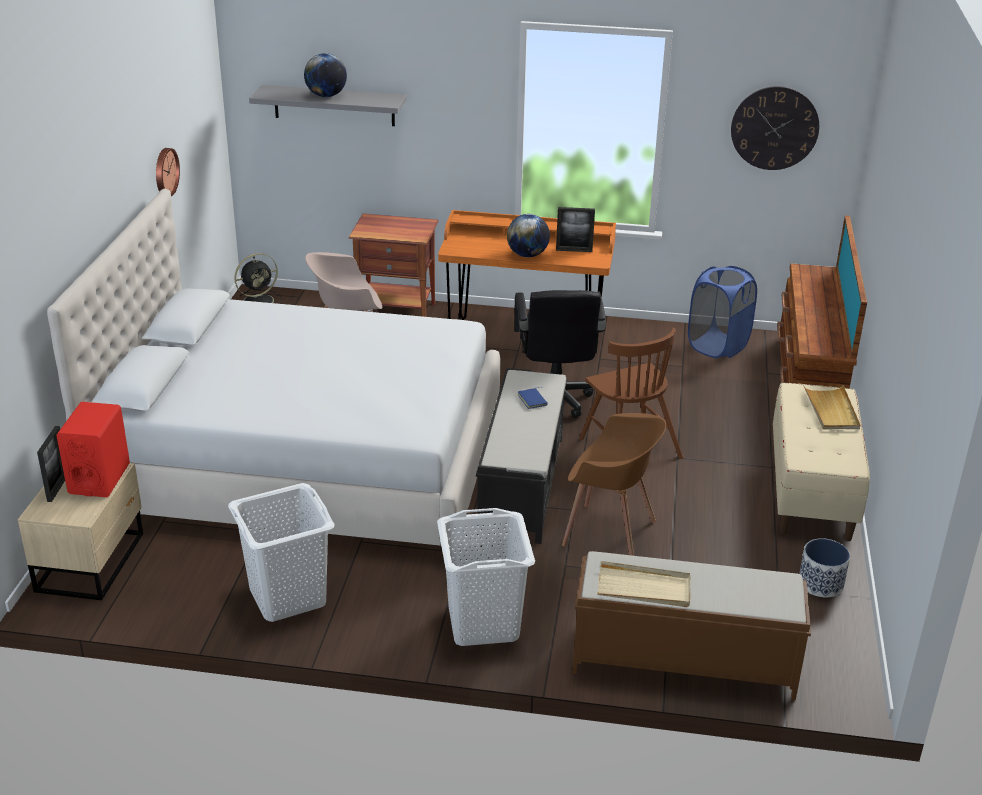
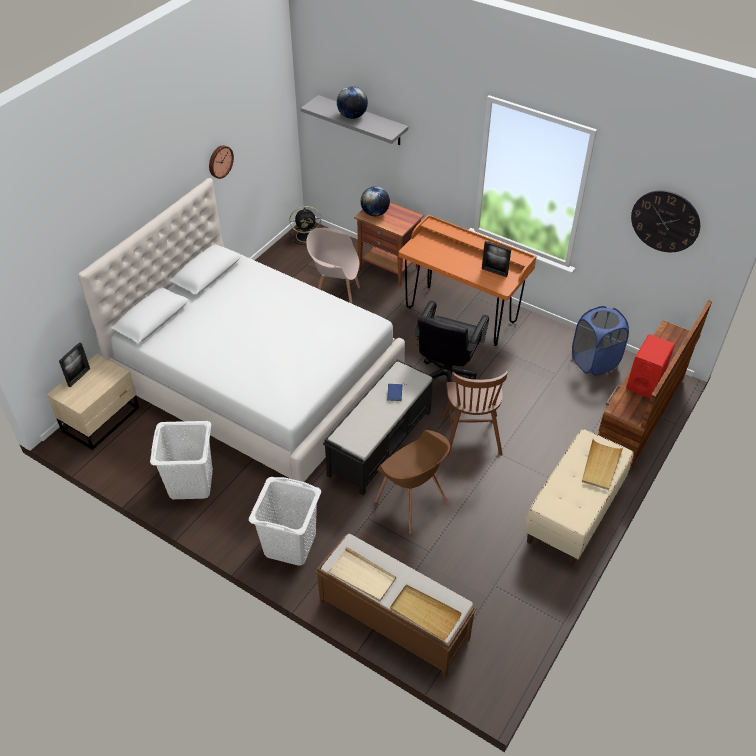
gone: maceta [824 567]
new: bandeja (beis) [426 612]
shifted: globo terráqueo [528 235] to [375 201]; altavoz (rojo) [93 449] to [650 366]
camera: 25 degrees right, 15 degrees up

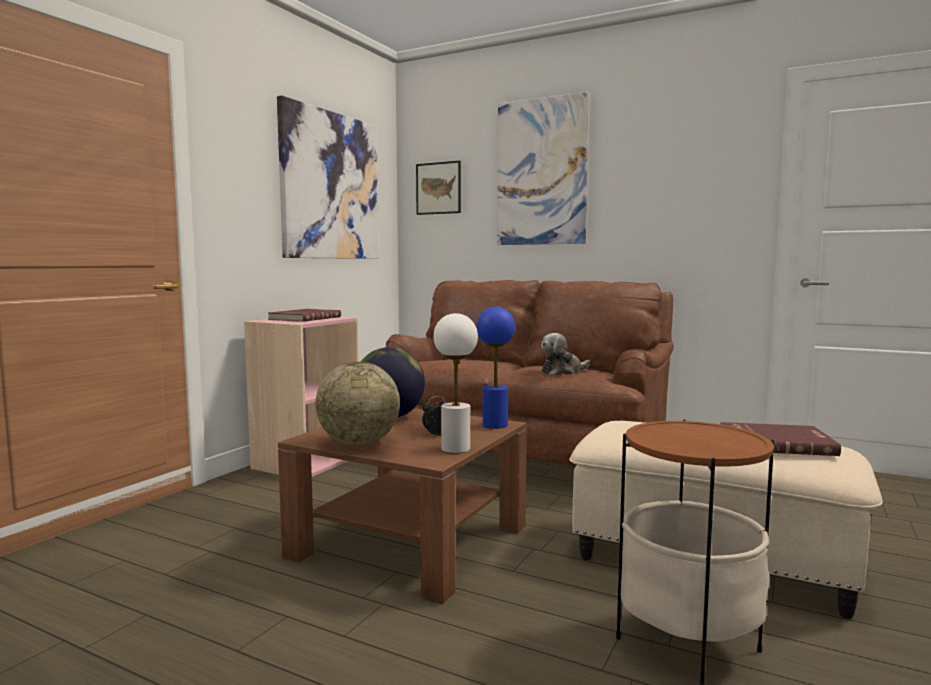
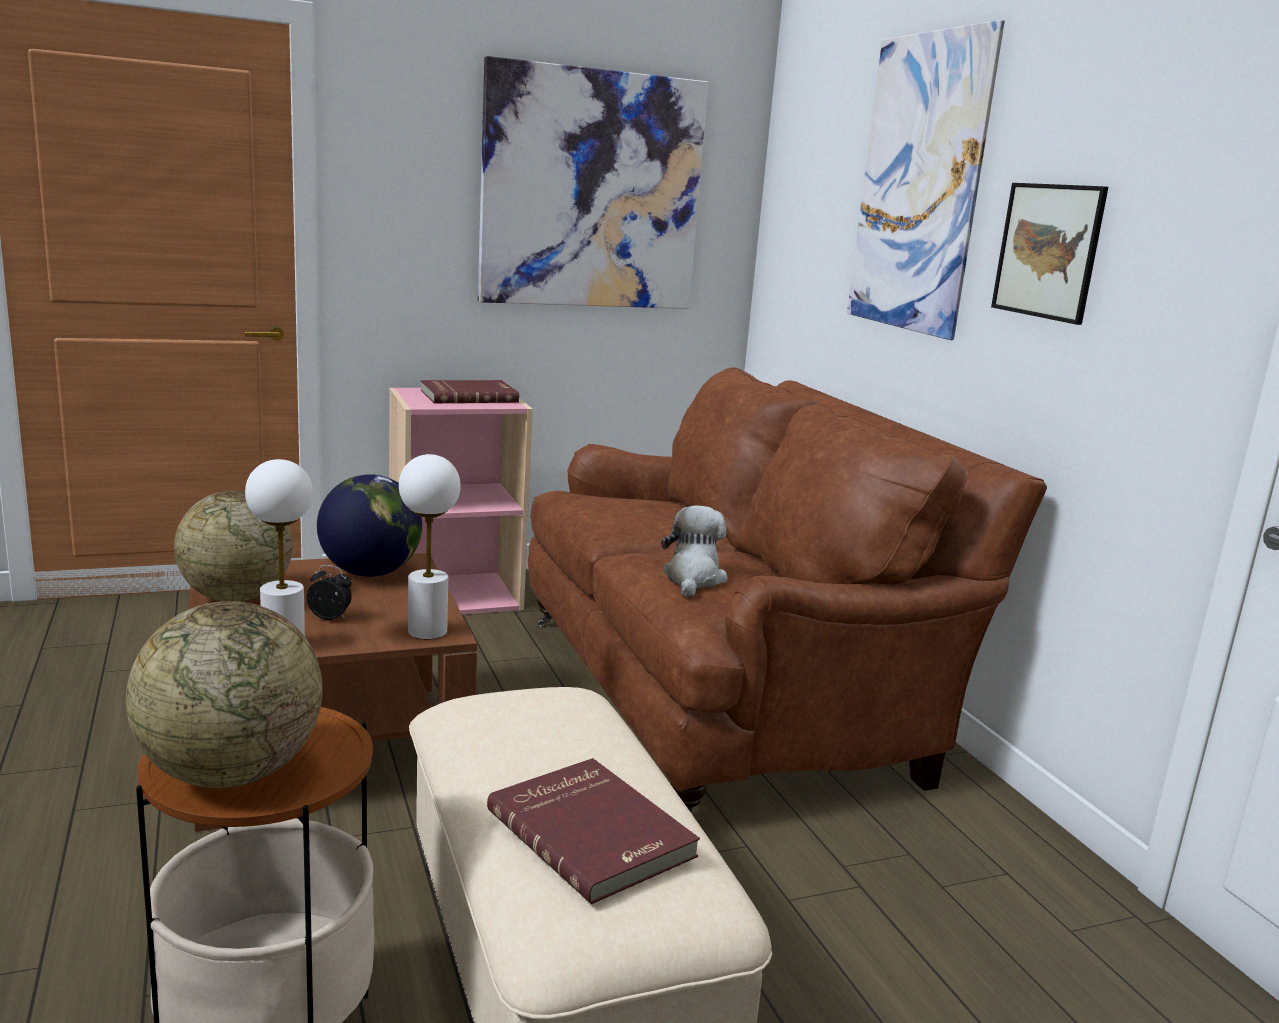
new: globo terráqueo [224 694]
shifted: cuadro [438 188] to [1049 254]
repainted: lámpara de mesa (azul) [495 368] to lámpara de mesa (blanco) [430 546]
rotated: peluche [565 354] = [694 551] 90 degrees clockwise
camera: 40 degrees right, 10 degrees up

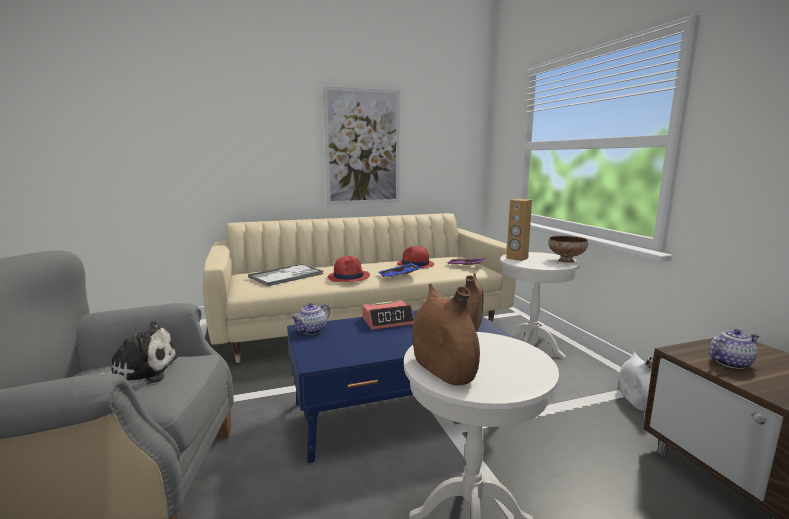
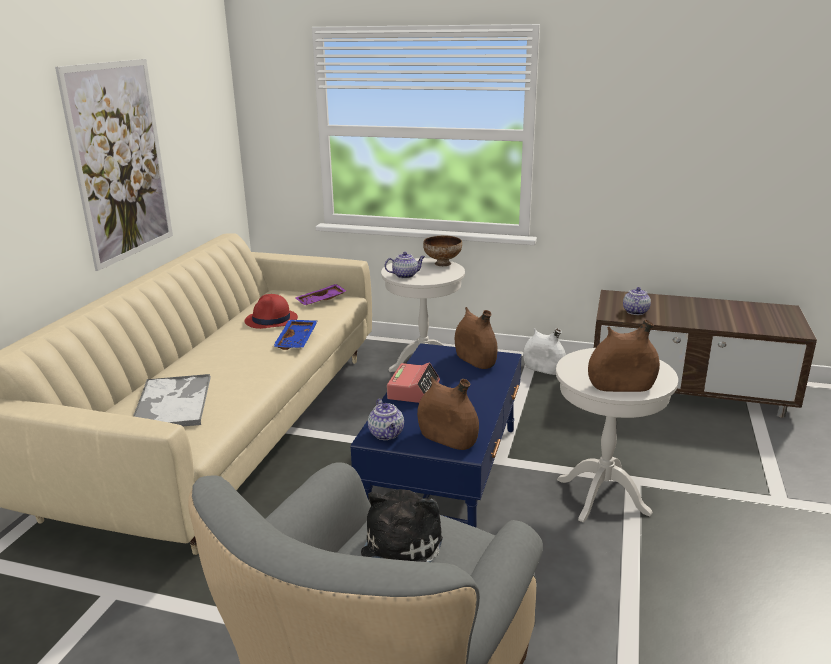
gone: sombrero (rojo) [349 269]
new: florero (marrón) [448 413]
swapped: altavoz (marrón) [519 230] to tetera [405 265]
camera: 55 degrees left, 10 degrees up

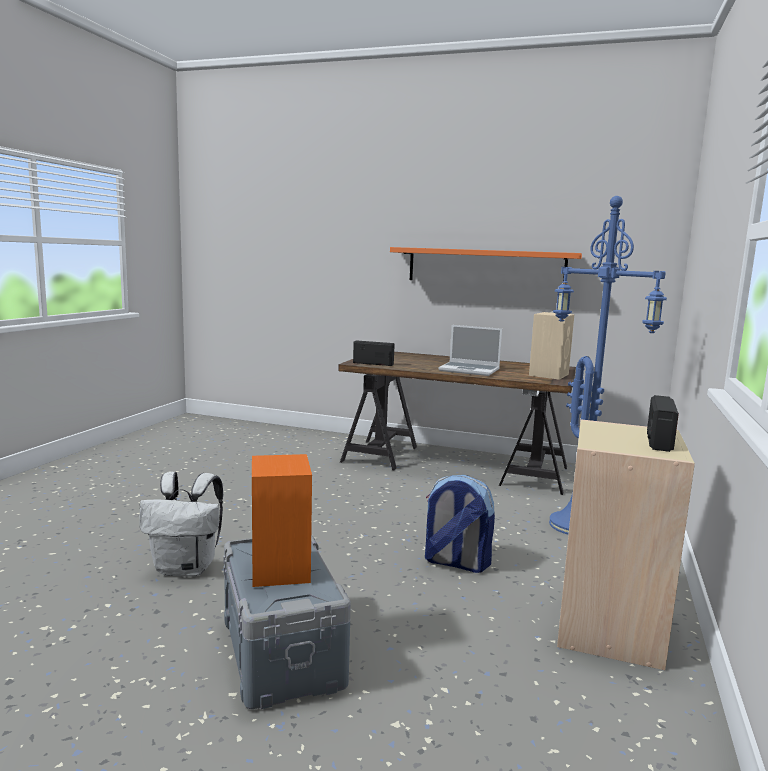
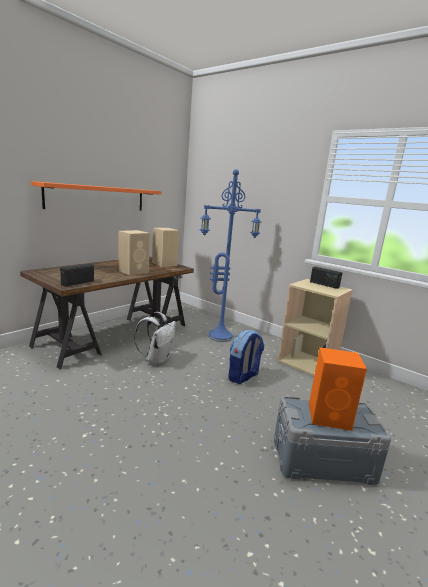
shifted: mochila (blanco) [181 524] to [155 338]
swapped: portátil [470 350] to altavoz (beis) [134 252]
camera: 70 degrees left, 5 degrees up

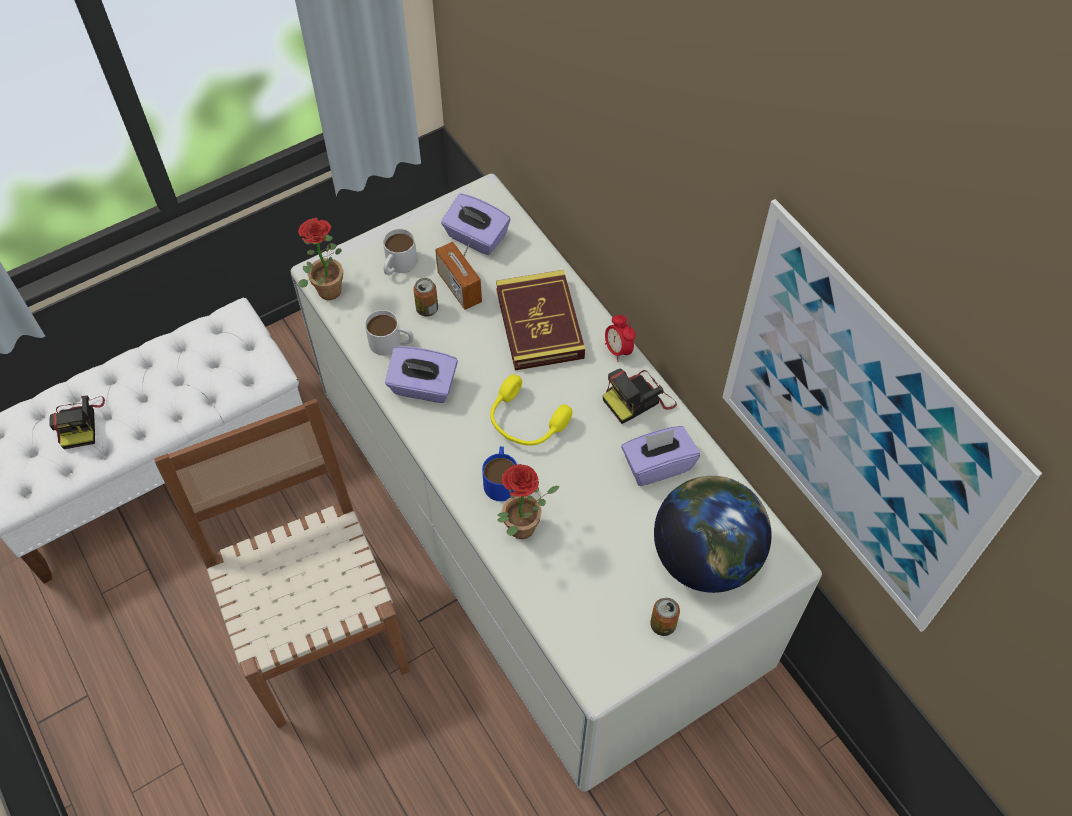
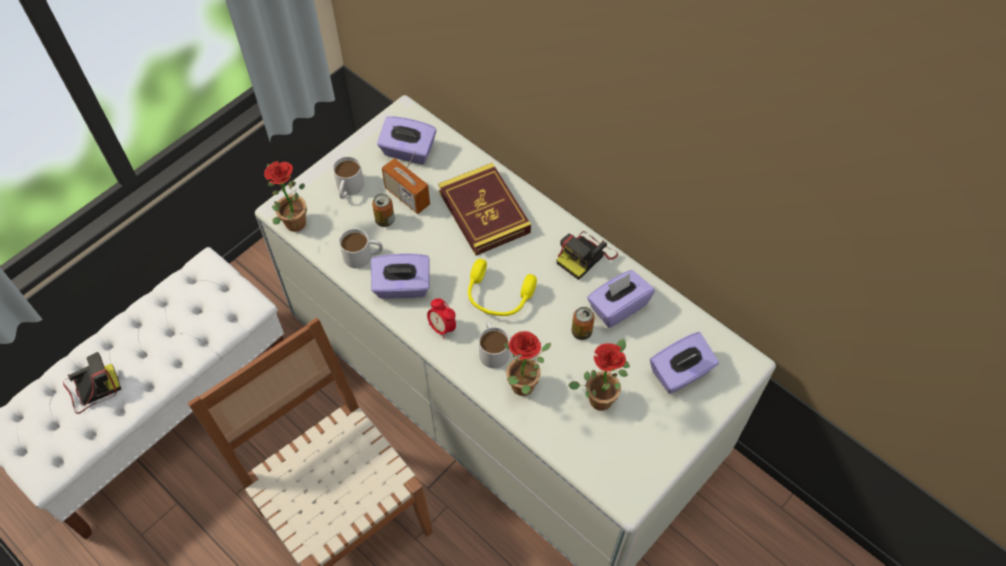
gone: cuadro [882 415]
new: planta en maceta [599 375]
shifted: despertador [620 338] to [441 318]; lata [665 617] to [583 323]
swapped: globo terráqueo [713 534] to caja de pañuelos (morado) [684 363]
repainted: taza grande (azul) [499 473] to taza grande (blanco) [494 344]
rotated: cámara [77 422] = [92 383] 90 degrees counterclockwise
camera: 15 degrees left, 0 degrees up

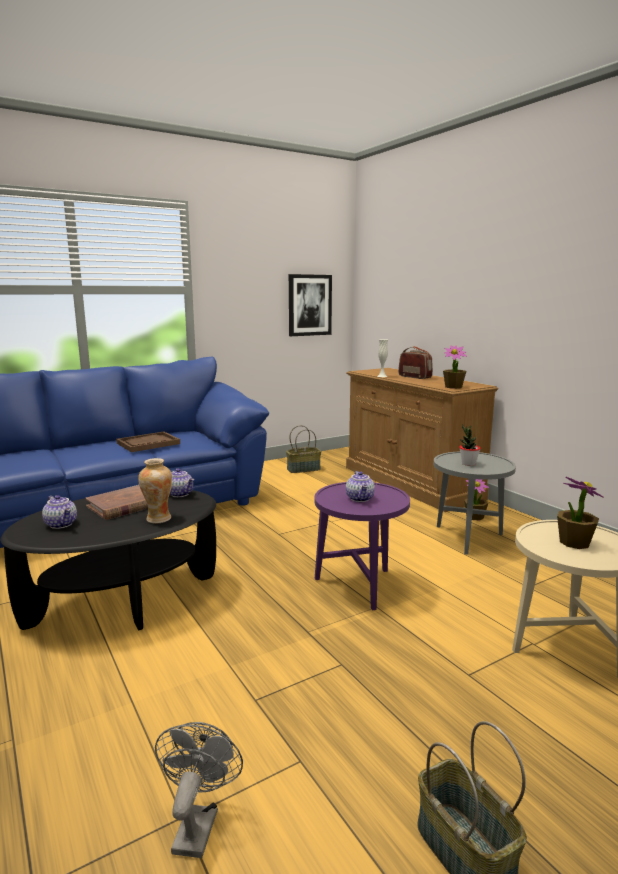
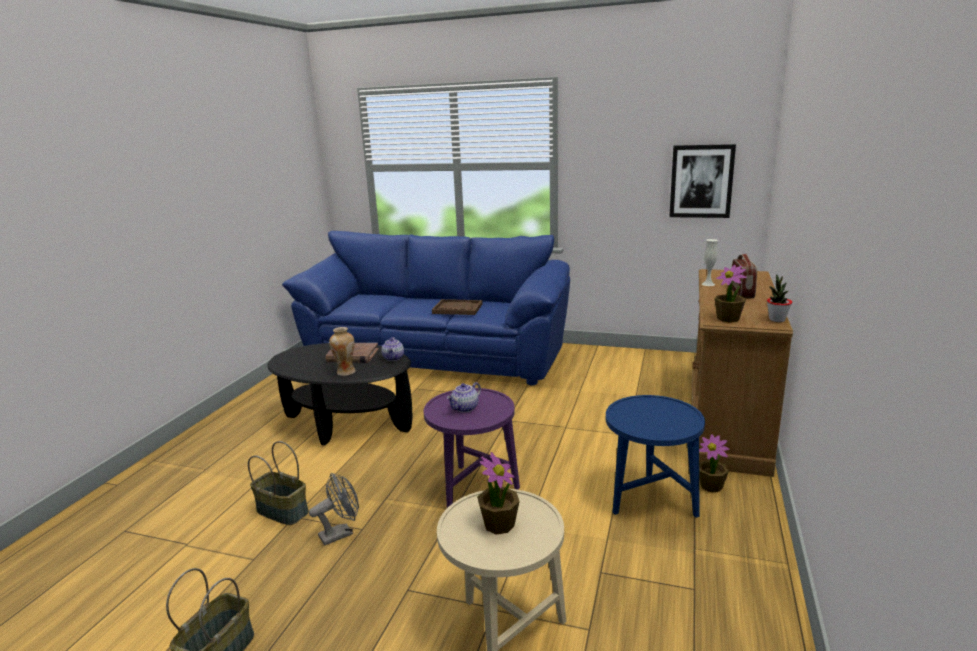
gone: tetera [59 512]
shifted: cesta [303 449] to [278 483]; planta en maceta [470 445] to [779 298]; ventilador (gris) [199 790] to [334 509]
repainted: mesa auxiliar (gris) [475 503] to mesa auxiliar (azul) [655 456]
camera: 50 degrees right, 5 degrees up

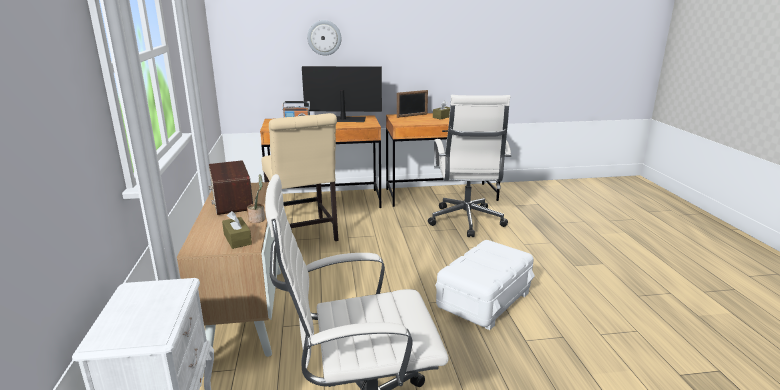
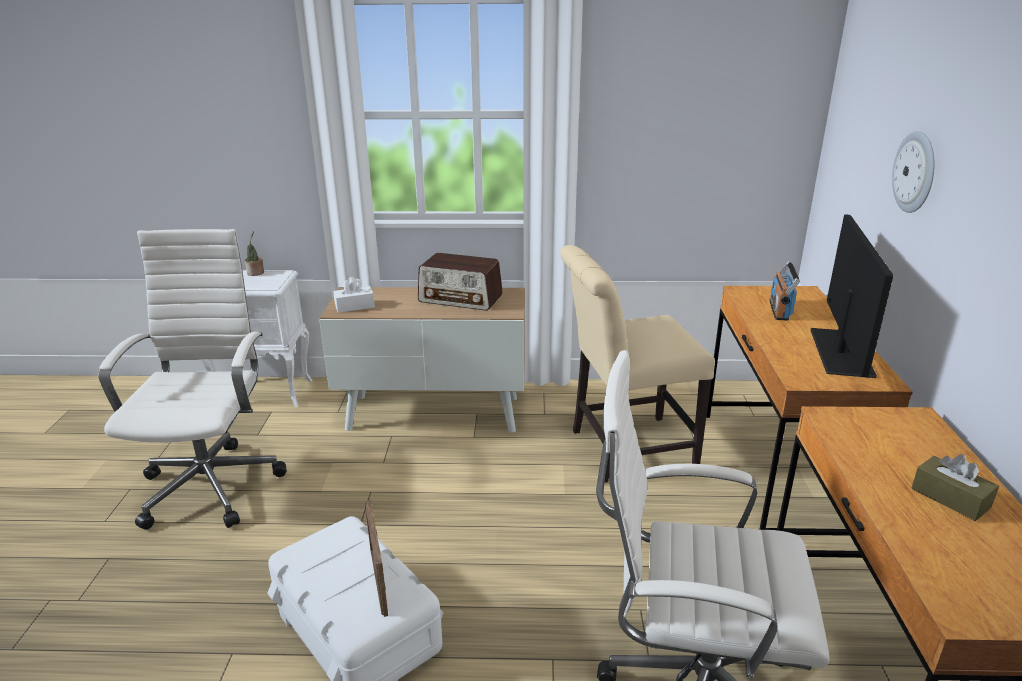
shifted: portarretratos [412 104] to [376 558]; planta en maceta [256 198] to [254 253]
repainted: caja de pañuelos (marrón) [237 230] to caja de pañuelos (blanco) [354 295]
rotated: radio [231 187] = [460 282] 150 degrees counterclockwise
camera: 100 degrees right, 5 degrees up

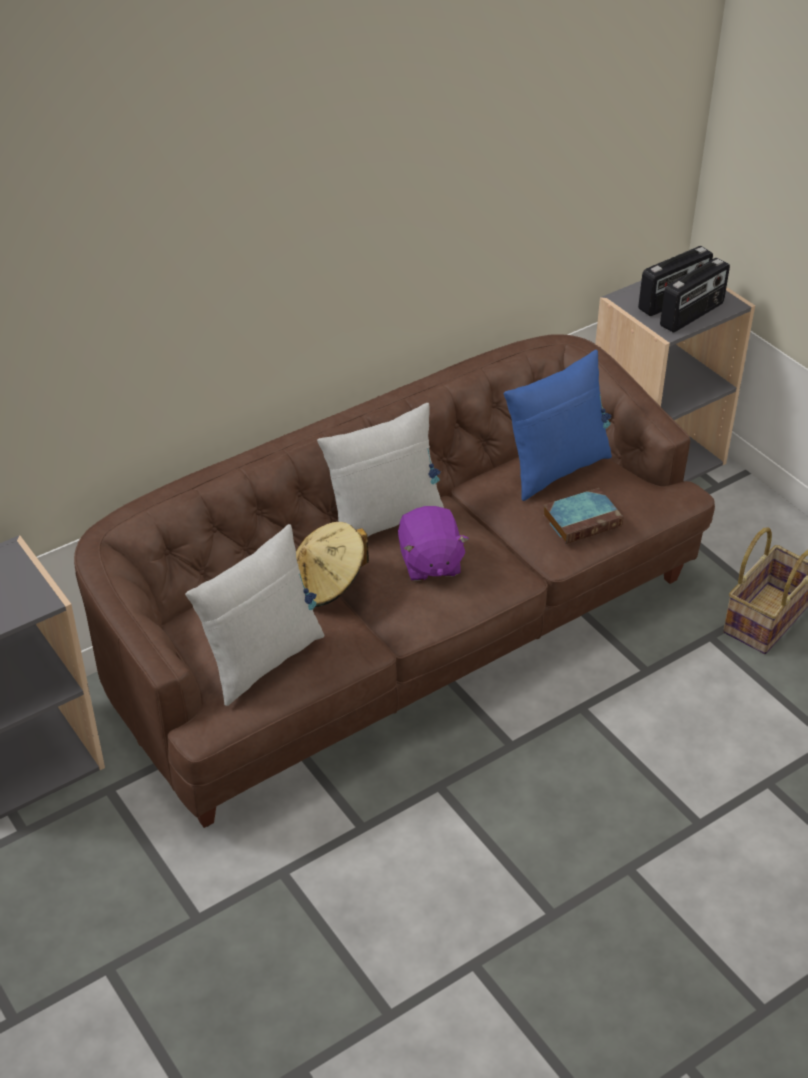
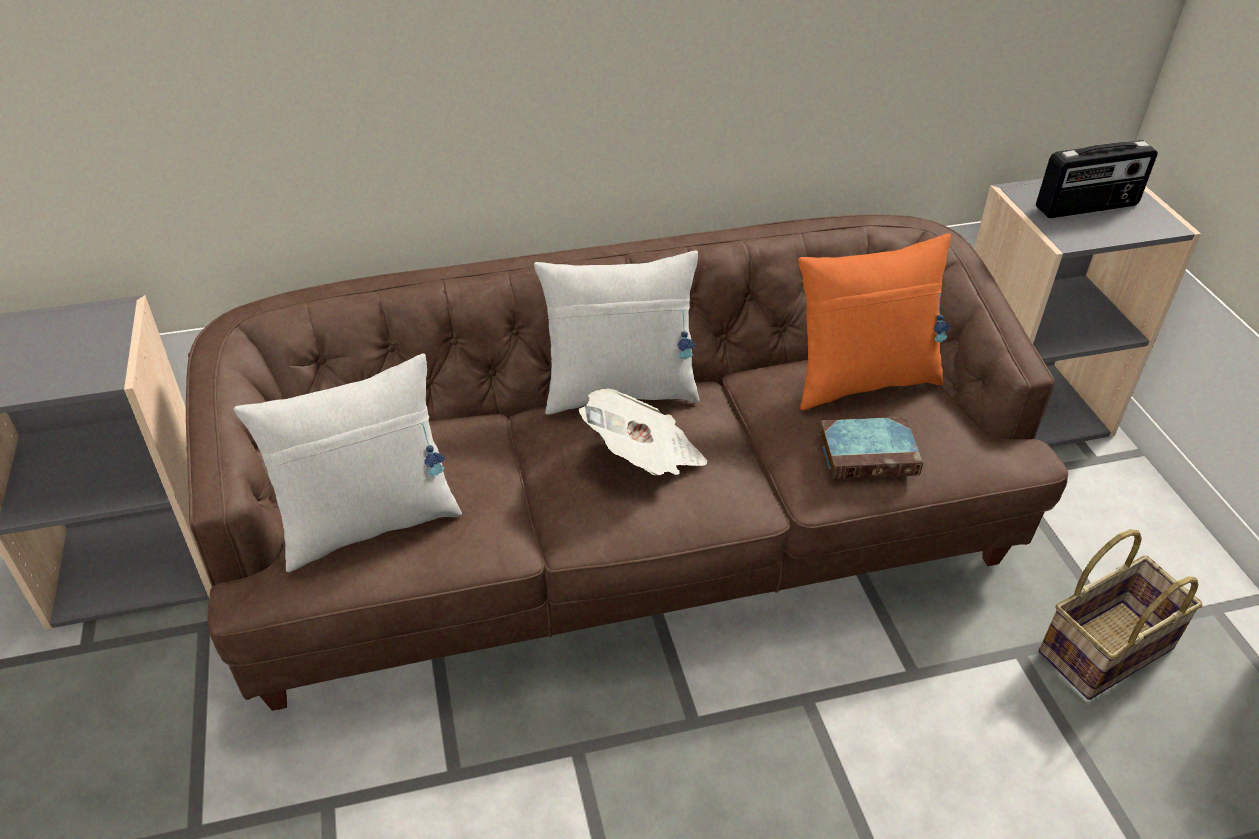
gone: radio [695 295]; sombrero (beis) [332 564]
swapped: peluche (morado) [433 543] to periódico [643 432]
repainted: cojín (azul) [558 425] to cojín (naranja) [874 321]
camera: 20 degrees right, 0 degrees up

